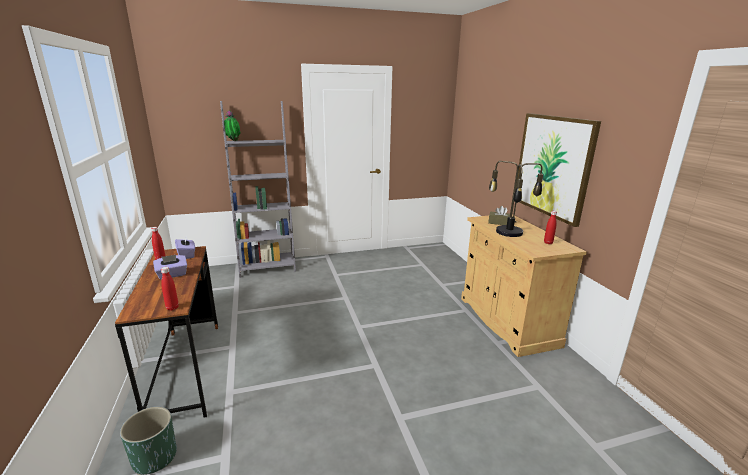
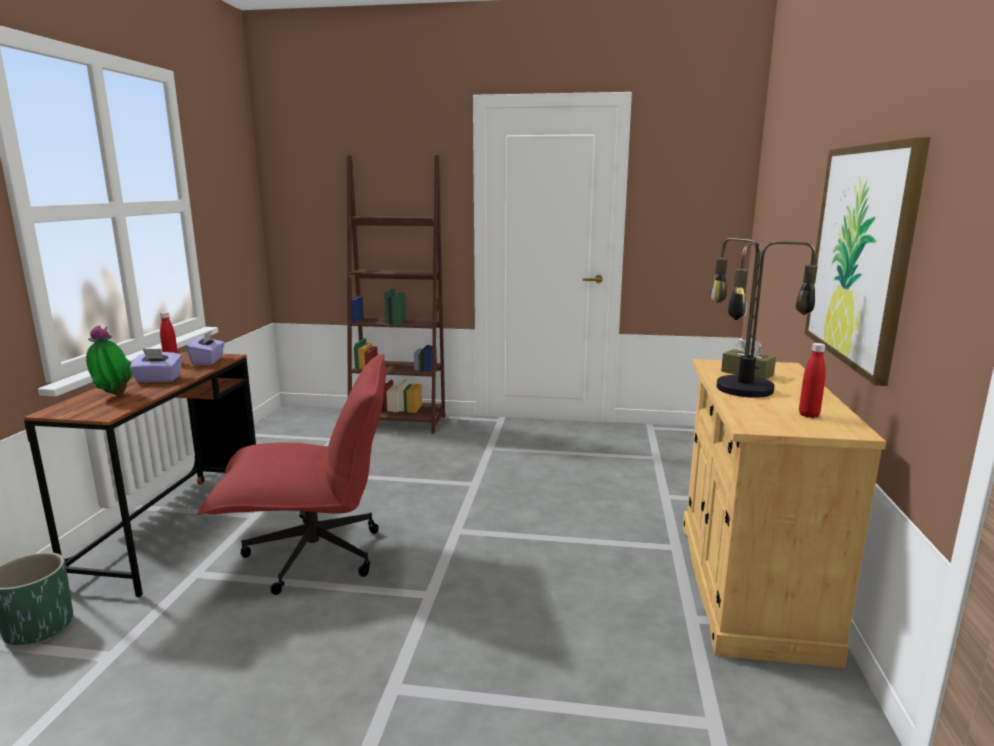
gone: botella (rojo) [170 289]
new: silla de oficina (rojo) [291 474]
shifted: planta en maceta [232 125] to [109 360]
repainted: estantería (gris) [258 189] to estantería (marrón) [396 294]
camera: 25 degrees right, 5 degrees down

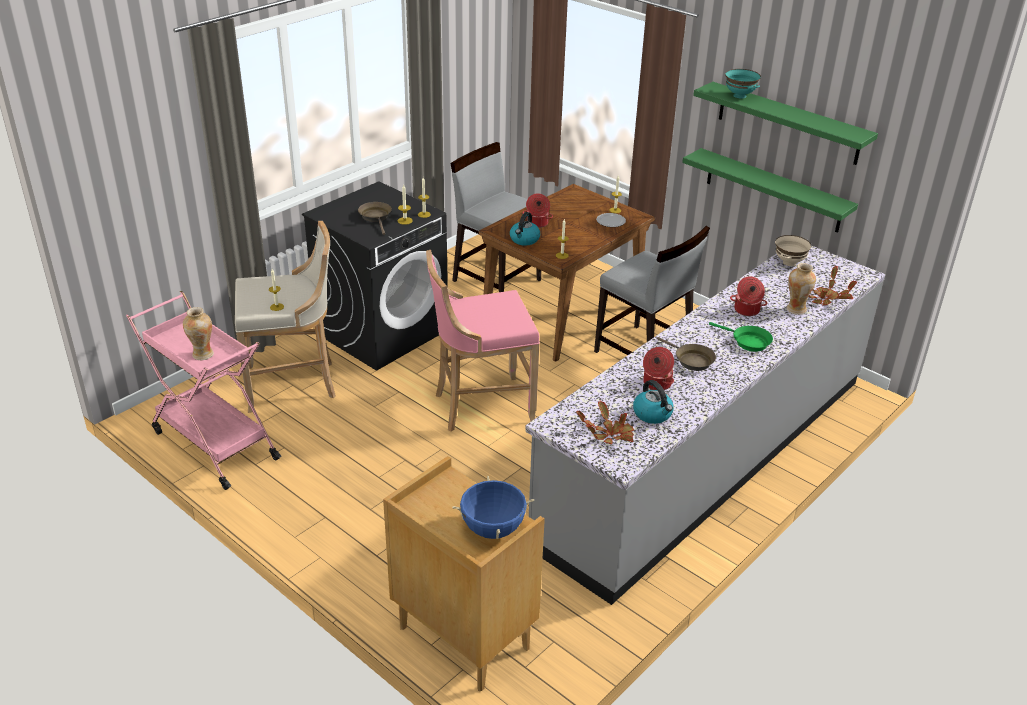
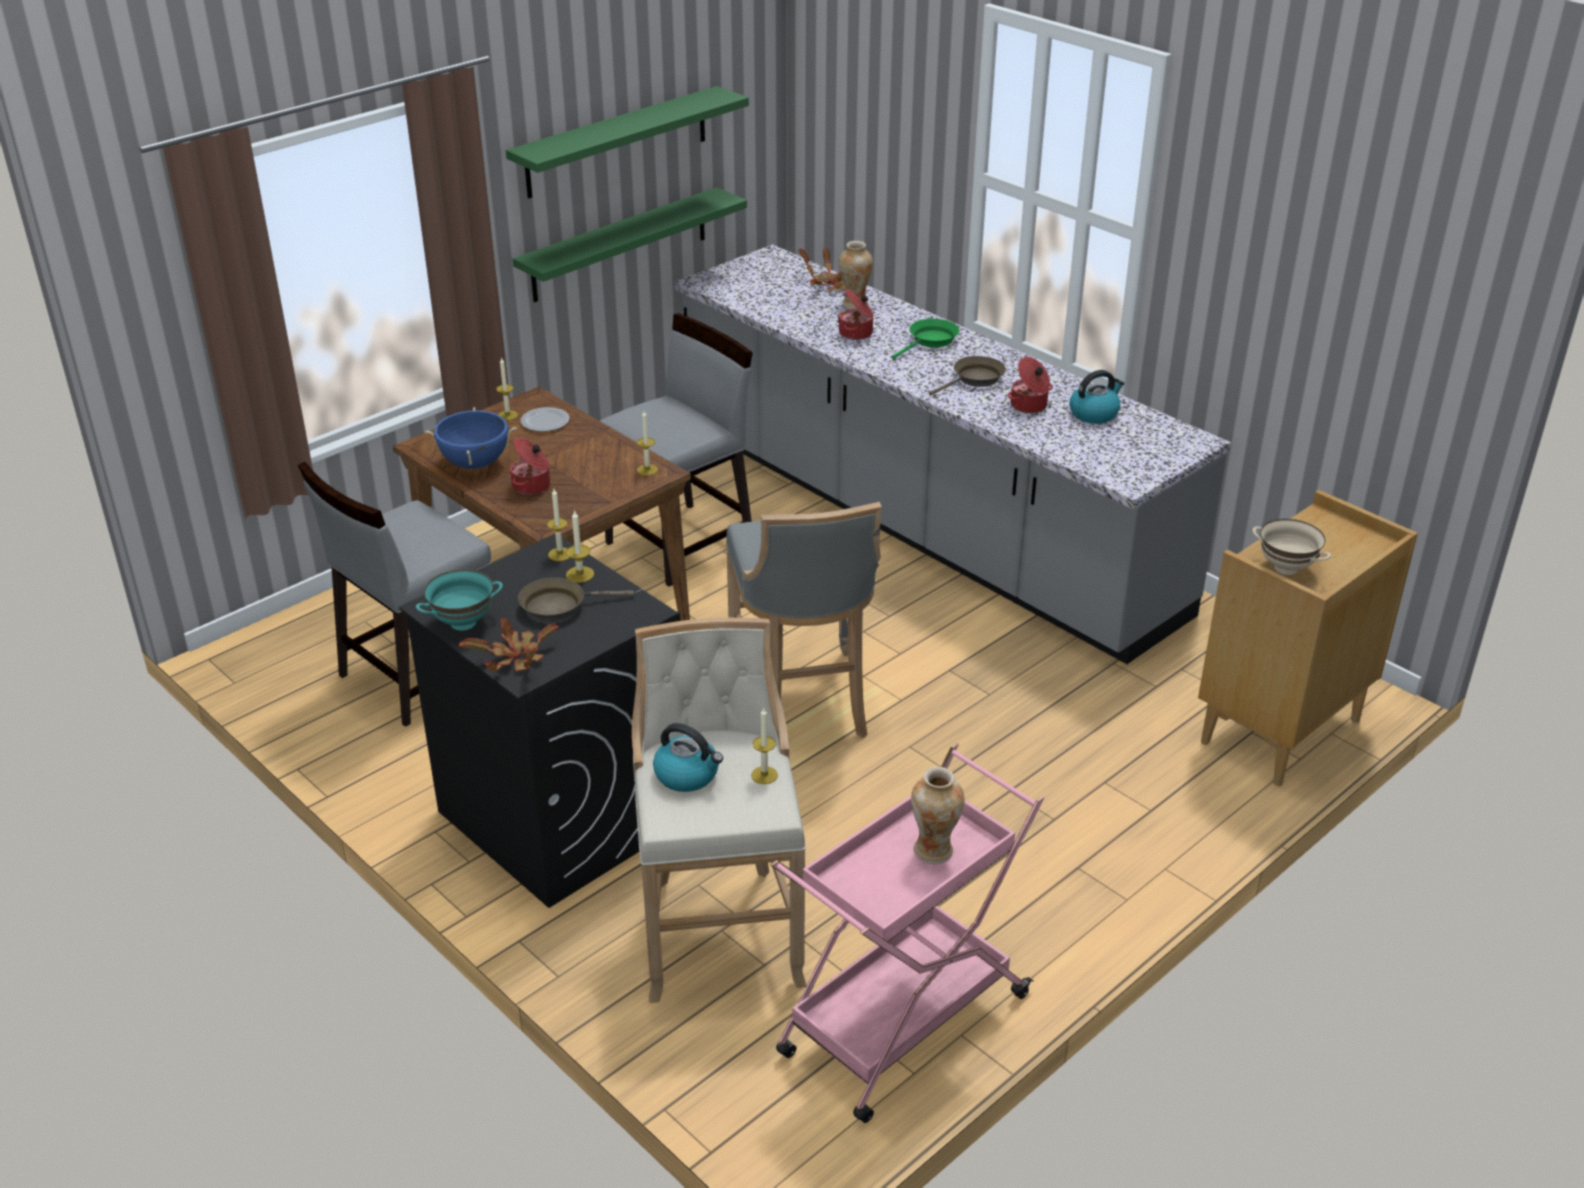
shifted: cuenco (turquesa) [743 84] to [459 600]; hervidor [525 229] to [688 757]; cuenco (beis) [793 250] to [1291 547]; planta en maceta [605 422] to [509 644]; olla (azul) [493 507] to [471 438]
repainted: taburete (rosa) [483 341] to taburete (gris) [804 620]
camera: 85 degrees left, 0 degrees up

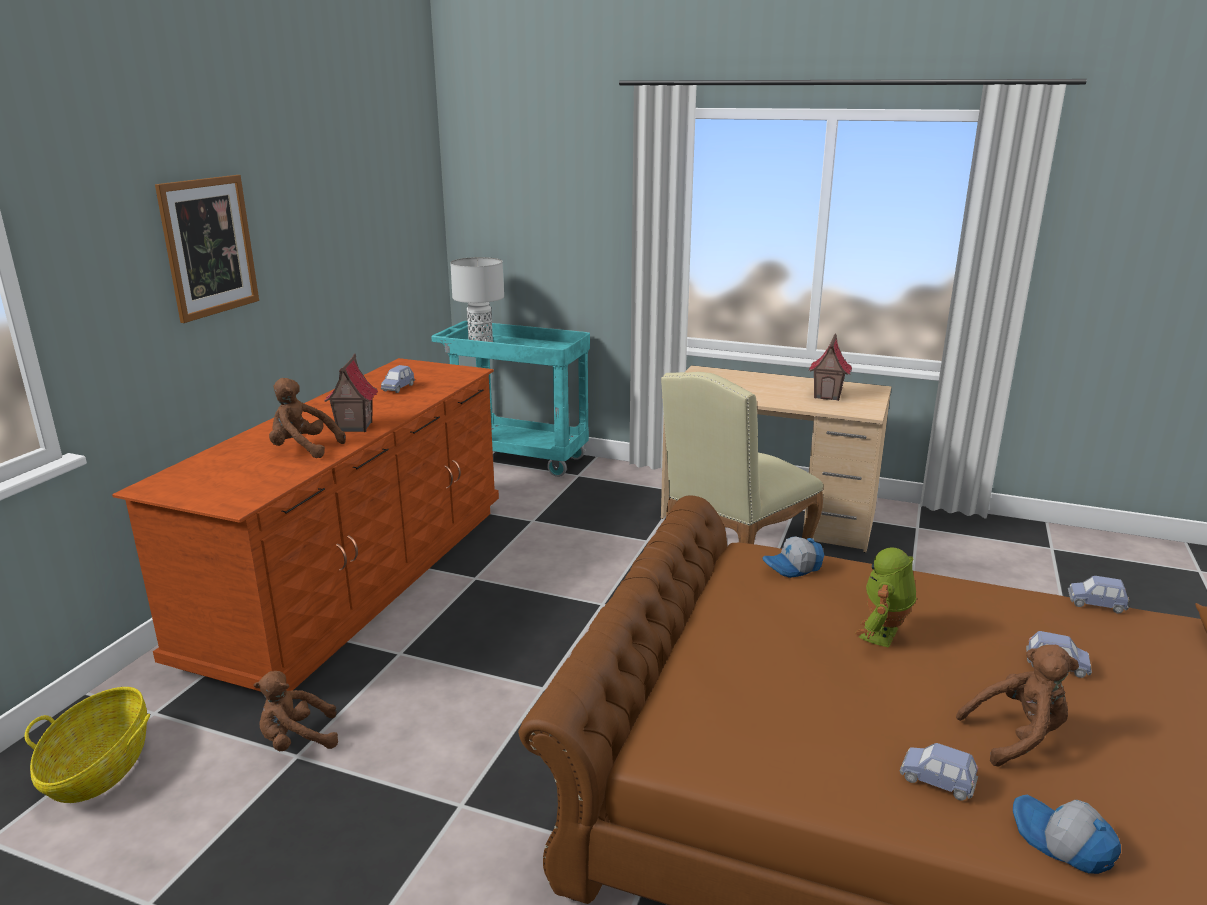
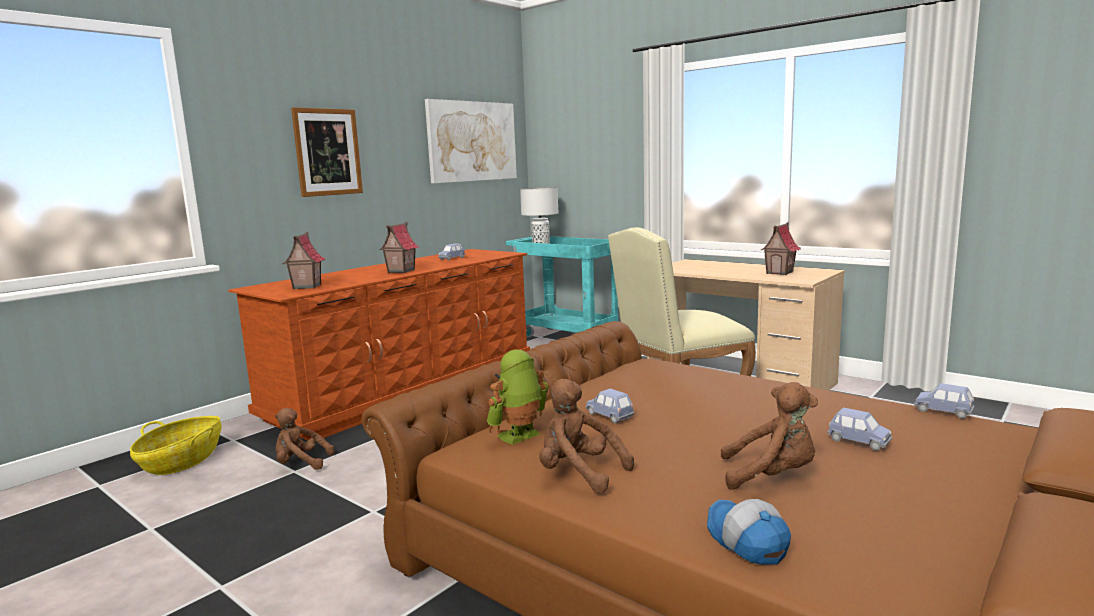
gone: gorra [793 557]
new: cuadro [471 141]; casita [303 260]
shifted: peluche (marrón) [307 418] to [586 436]; robot de juguete [885 597] to [518 397]; coche de juguete (azul) [939 772] to [610 406]
camera: 20 degrees right, 10 degrees down

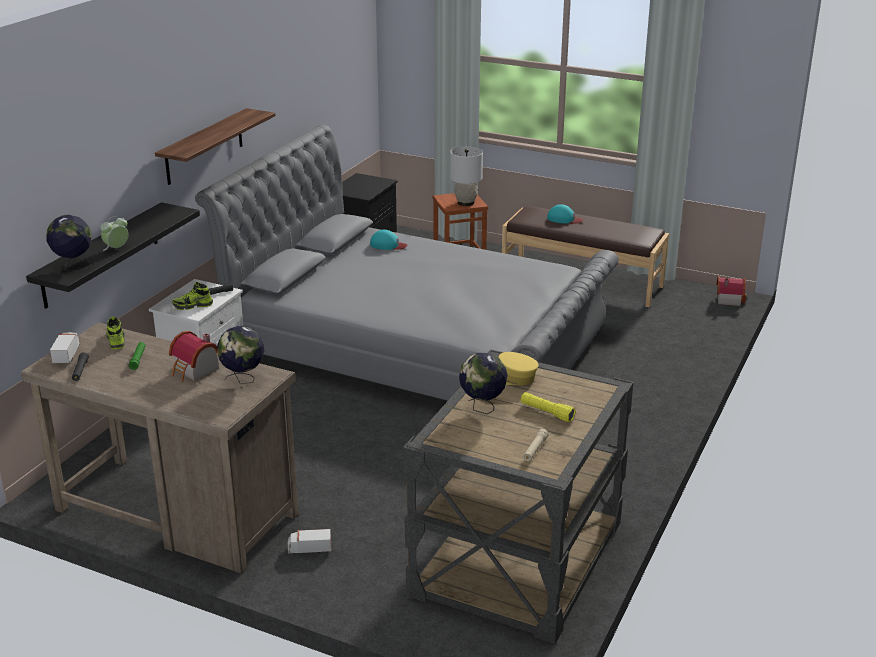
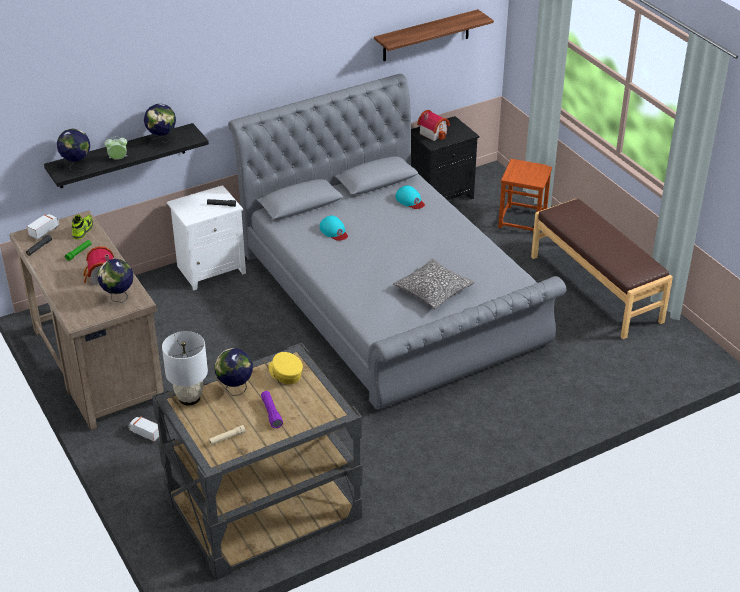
gone: zapato [192 296]
new: globo terráqueo [160 124]; cojín [433 284]
shifted: estante [215 146] to [434 35]; lámpara de mesa (blanco) [466 176] to [185 368]; gorra (turquesa) [565 214] to [334 228]; casita [731 291] to [433 125]
repainted: linterna (amarillo) [548 407] to linterna (morado) [272 409]
camera: 35 degrees right, 10 degrees up

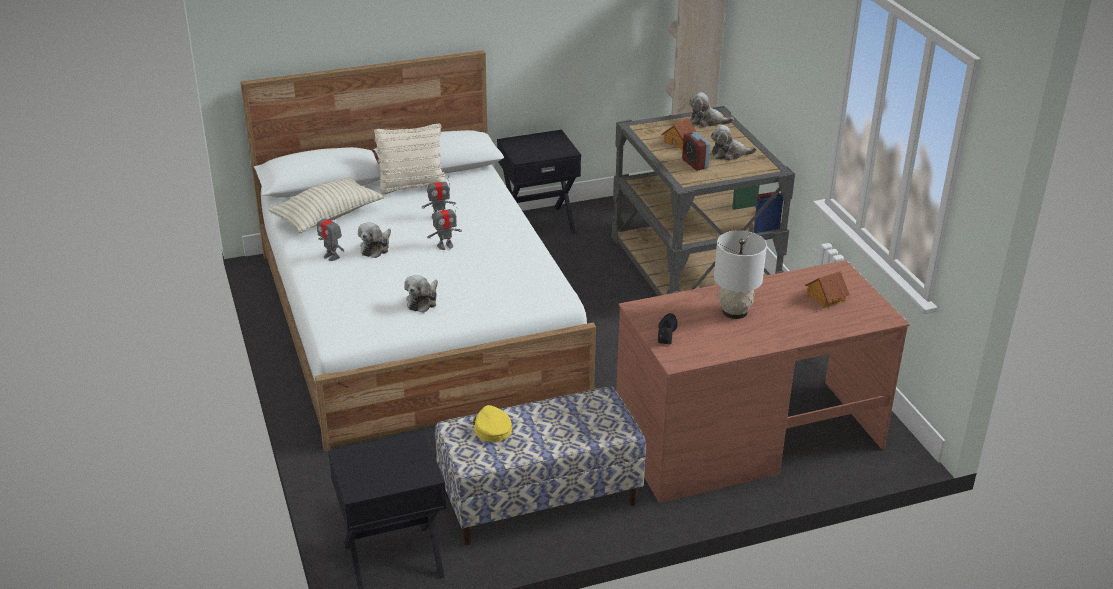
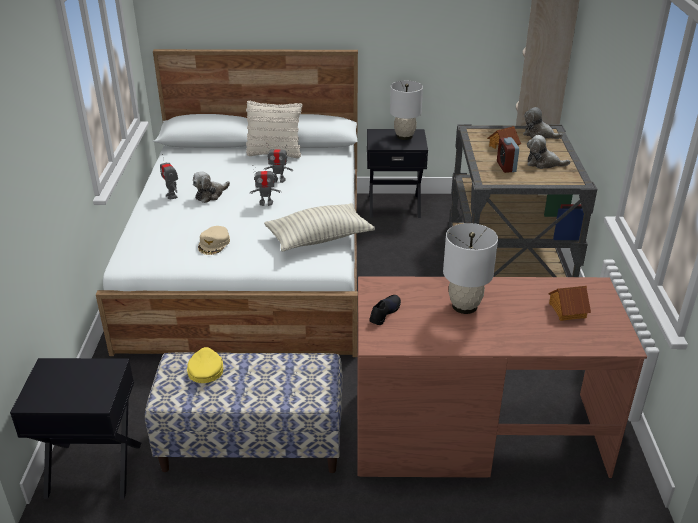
new: lámpara de mesa (blanco) [406 110]
shifted: cojín [326 205] to [319 227]
swapped: peluche [421 294] to gorra (beis) [214 240]
camera: 20 degrees right, 0 degrees up

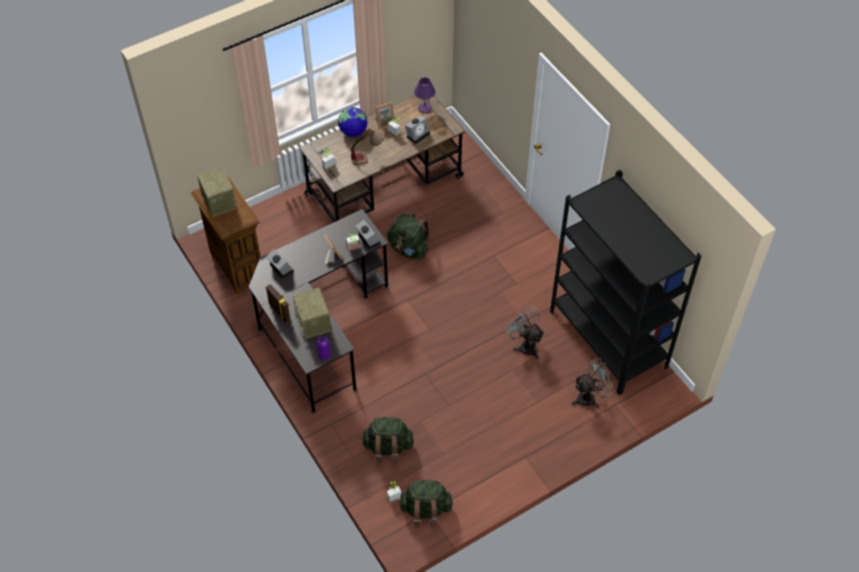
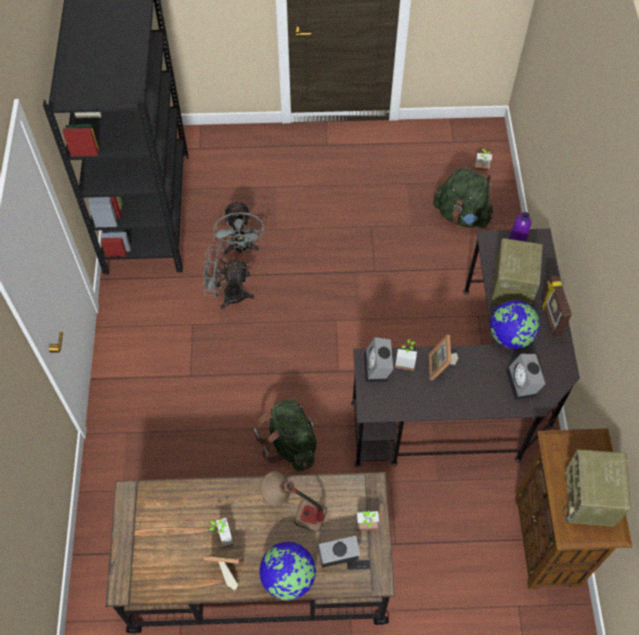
gone: lámpara de mesa (morado) [425 95]; mochila (verde) [425 503]
new: globo terráqueo [515 324]
shifted: despertador [417 129] to [338 552]; ventilador (gris) [593 383] to [228 276]
camera: 150 degrees left, 5 degrees up

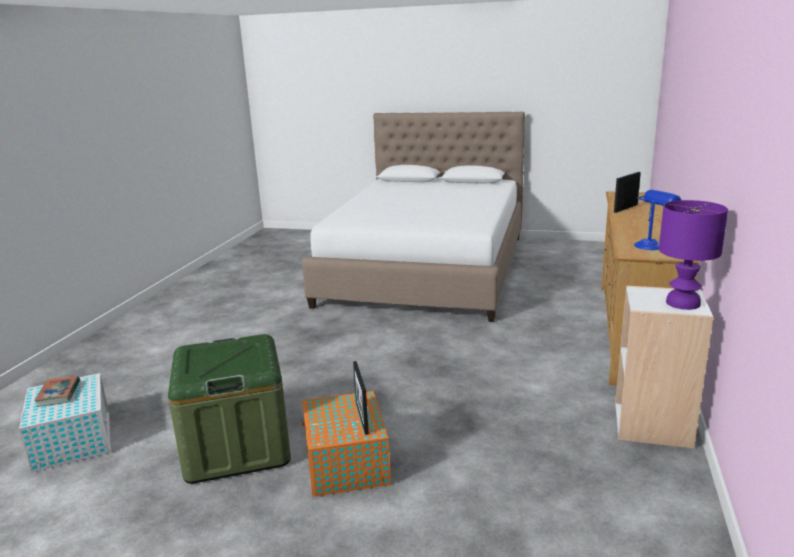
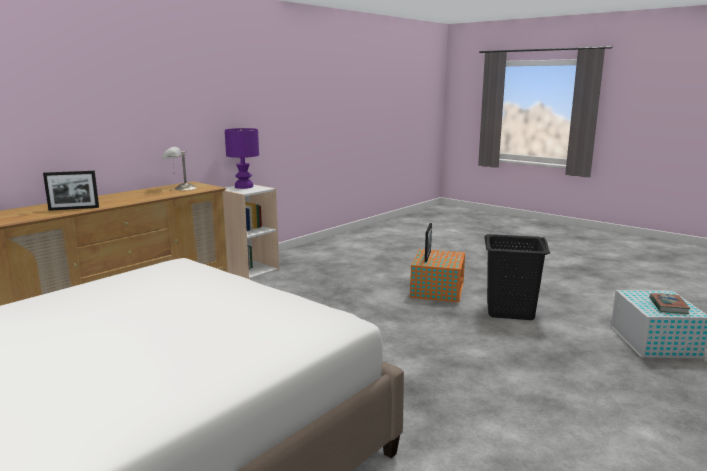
swapped: caja de almacenaje (verde) [229 409] to cesto de la ropa (negro) [517 277]
repainted: lámpara de mesa (azul) [657 220] to lámpara de mesa (blanco) [179 168]
camera: 155 degrees left, 5 degrees down

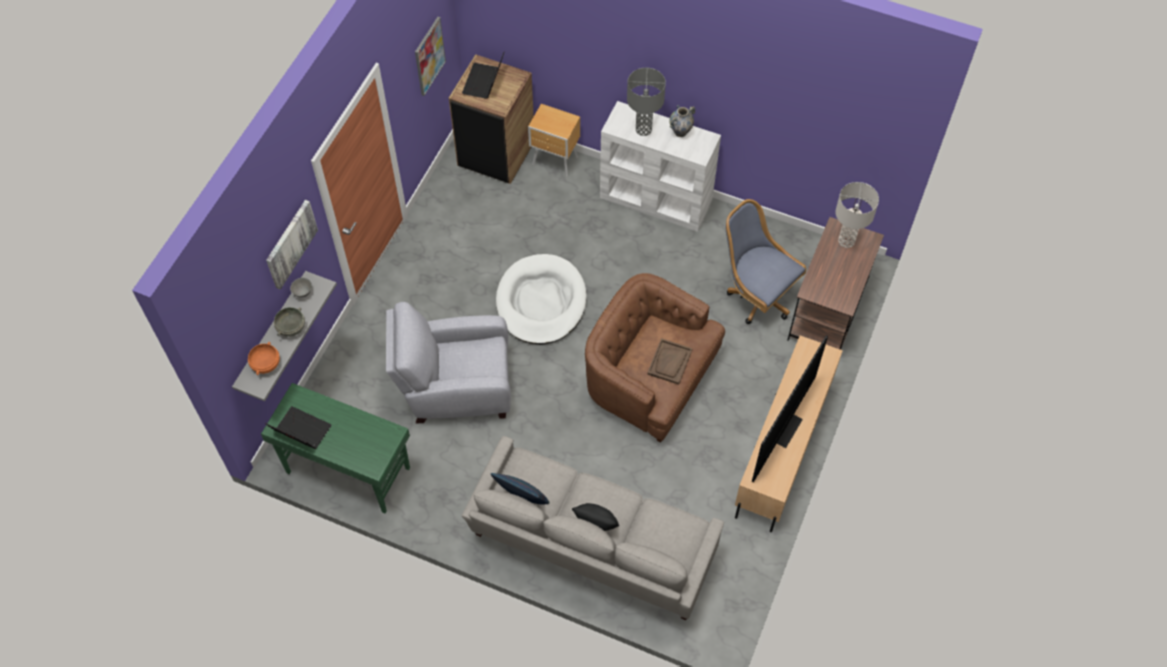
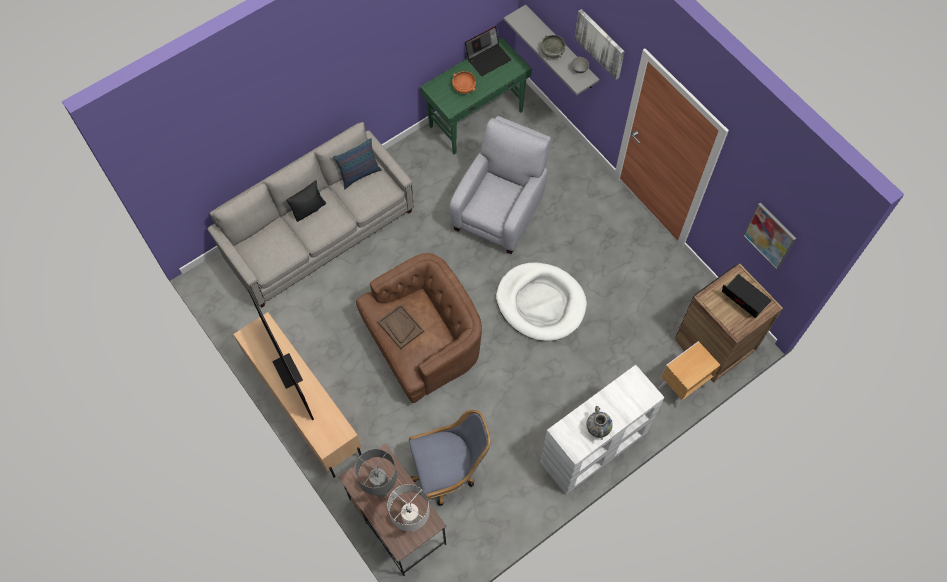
shifted: lámpara de mesa (gris) [646 102] to [376 473]; cuenco (naranja) [264 358] to [464 82]
camera: 120 degrees right, 5 degrees up

